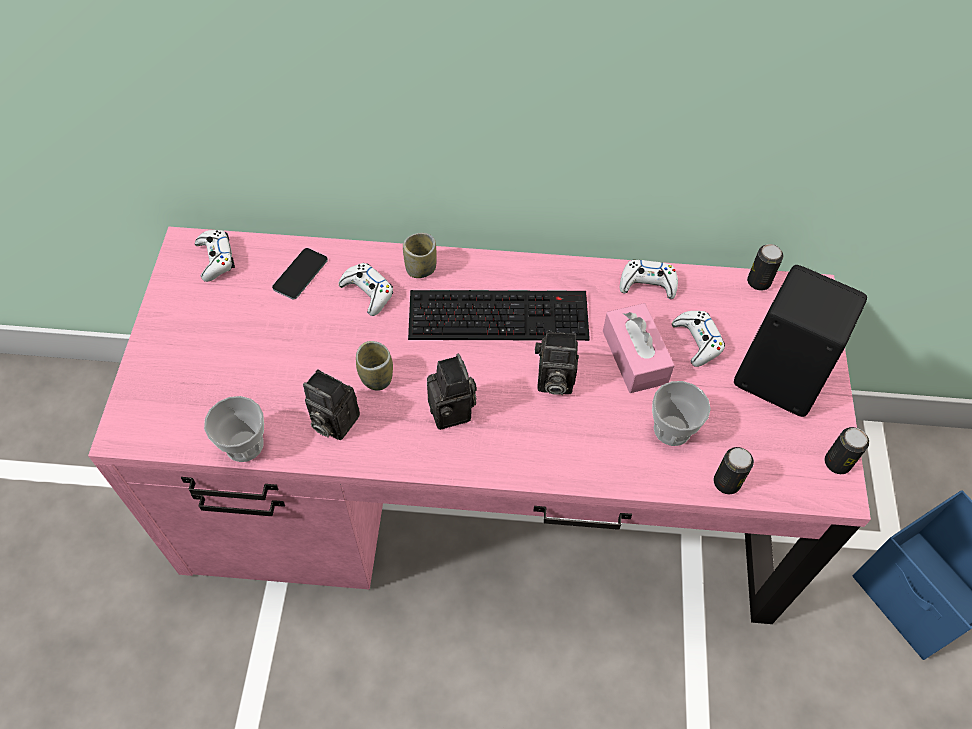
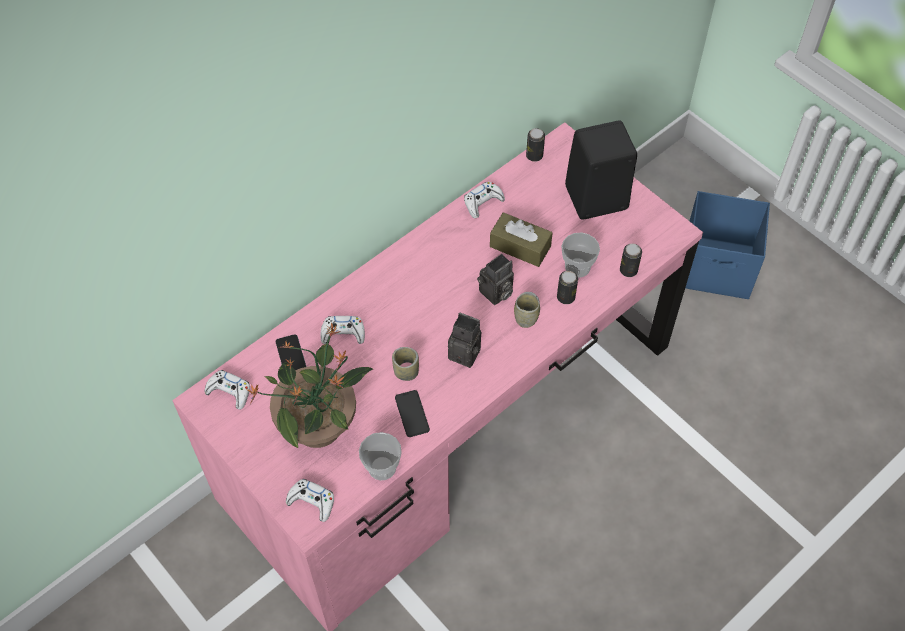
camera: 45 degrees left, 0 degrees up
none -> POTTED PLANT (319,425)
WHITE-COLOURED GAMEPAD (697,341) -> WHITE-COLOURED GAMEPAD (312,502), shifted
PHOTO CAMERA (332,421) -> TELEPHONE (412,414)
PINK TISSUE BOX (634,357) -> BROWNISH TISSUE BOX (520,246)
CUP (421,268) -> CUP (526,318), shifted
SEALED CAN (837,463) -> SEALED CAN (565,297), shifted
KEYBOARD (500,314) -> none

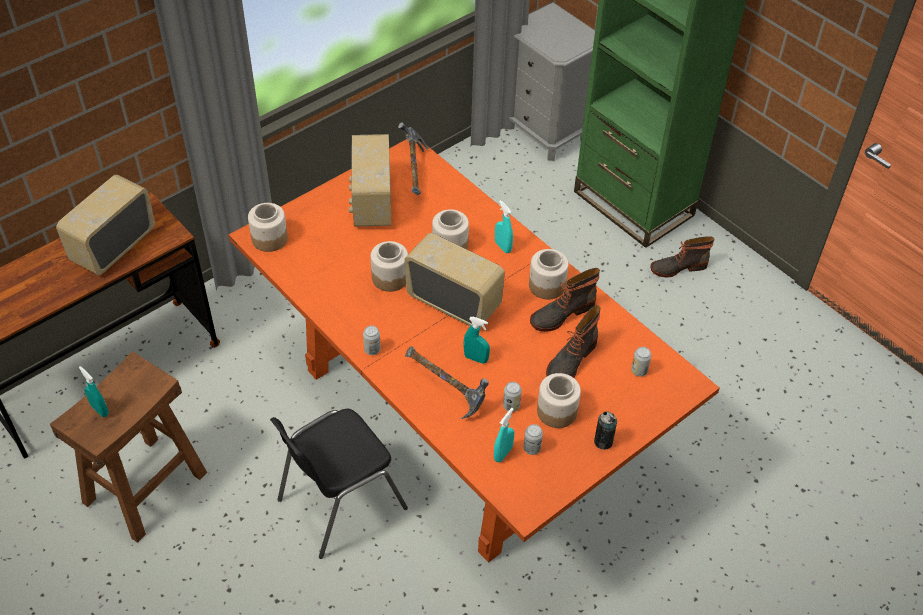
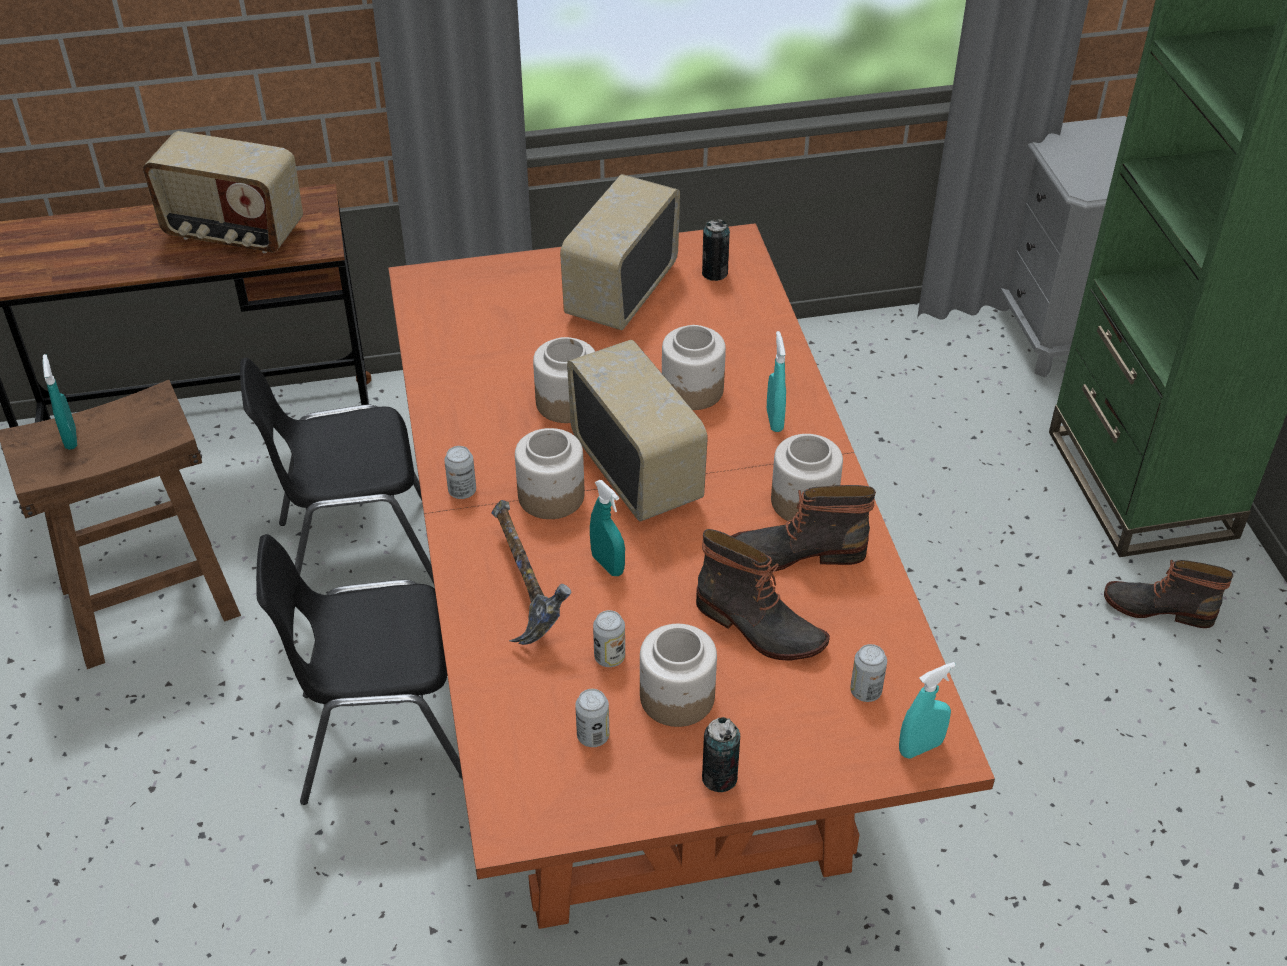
camera: 30 degrees right, 5 degrees down
RADIO (113,246) -> RADIO (233,233), 135 degrees counterclockwise
none -> BLACK UPRIGHT CHAIR (357,554)
PRESERVE JAR (269,239) -> PRESERVE JAR (550,496), shifted
BOOT (570,360) -> BOOT (758,628), 120 degrees counterclockwise
HAND HAMMER (414,173) -> SEALED CAN (714,273)
BLUE-GREEN HAND SPRAYER (503,453) -> BLUE-GREEN HAND SPRAYER (920,747), shifted

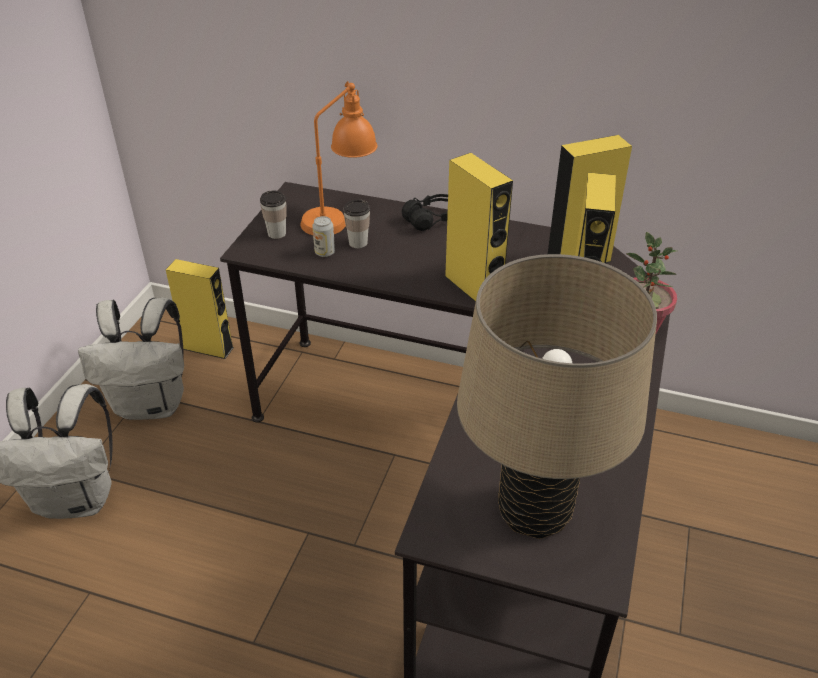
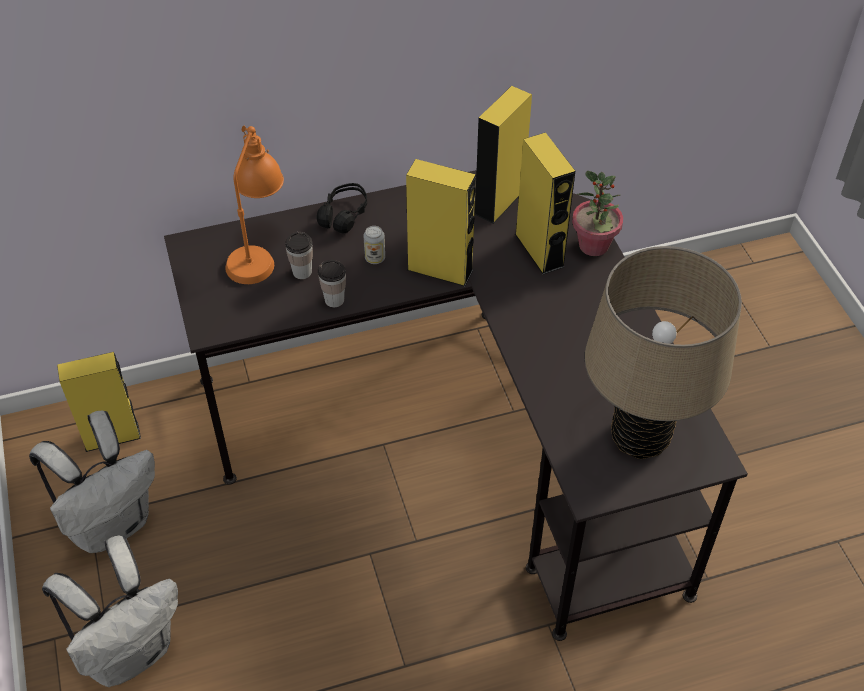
camera: 35 degrees left, 10 degrees up
CUP (276,233) -> CUP (334,300), shifted
SEALED CAN (324,252) -> SEALED CAN (375,258), shifted

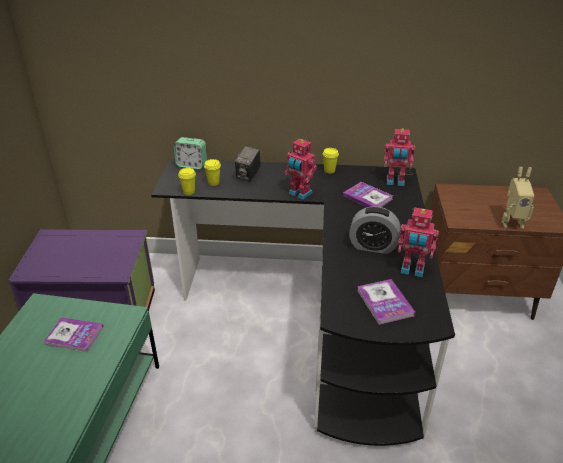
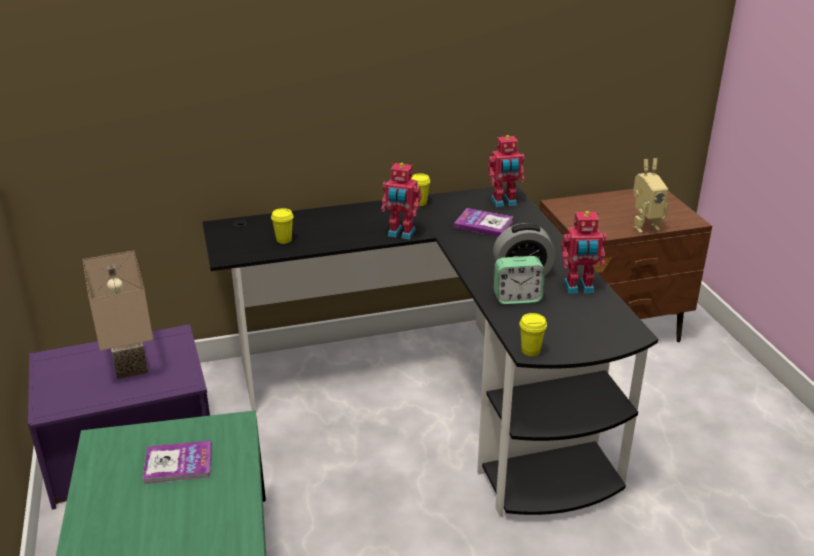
camera: 20 degrees left, 5 degrees down
none -> BEIGE TABLE LAMP (132,362)
TABLE CLOCK (191,165) -> TABLE CLOCK (517,298), shifted
YELLOWISH CUP (189,192) -> YELLOWISH CUP (530,351), shifted
PHOTO CAMERA (248,176) -> none
BOOK (385,302) -> none

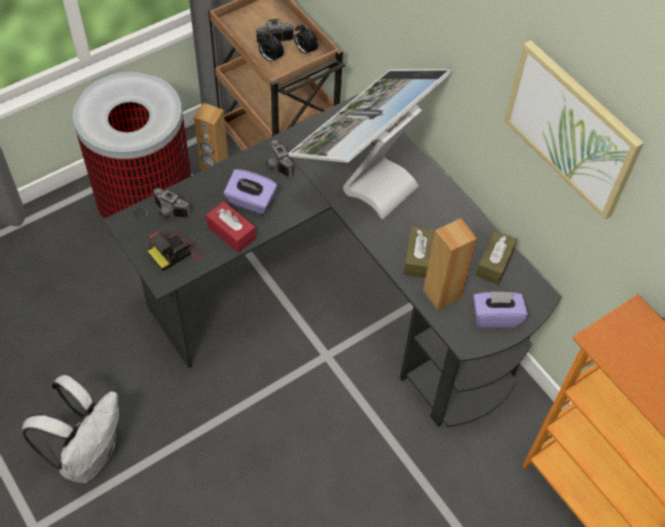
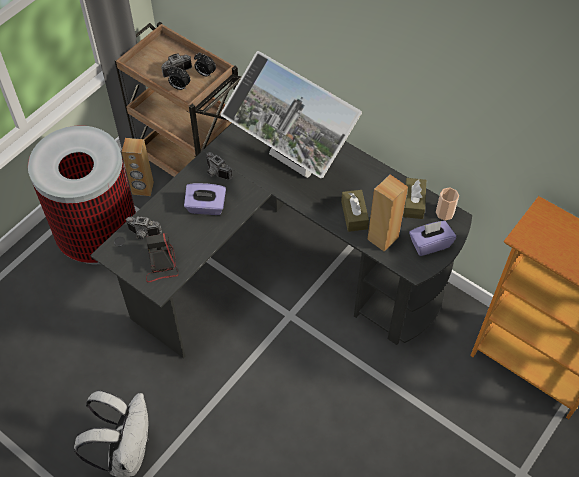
camera: 15 degrees left, 0 degrees up
PHOTO CAMERA (176,252) -> PHOTO CAMERA (161,264), 135 degrees clockwise
MONITOR (366,178) -> MONITOR (291,164), 75 degrees counterclockwise
none -> CUP (444,213)
REDDISH TISSUE BOX (231,232) -> none
PICTURE (571,129) -> none

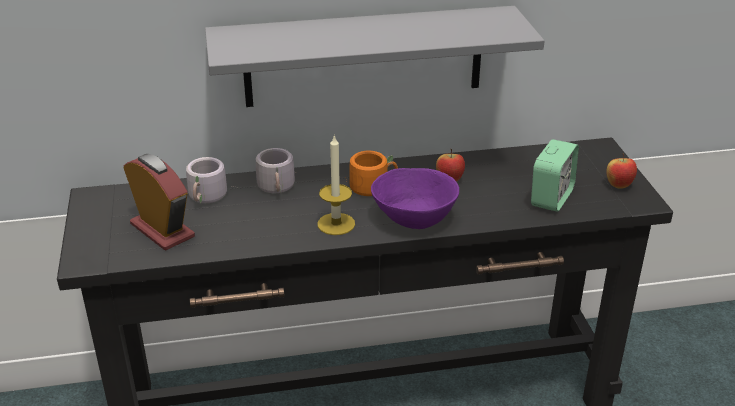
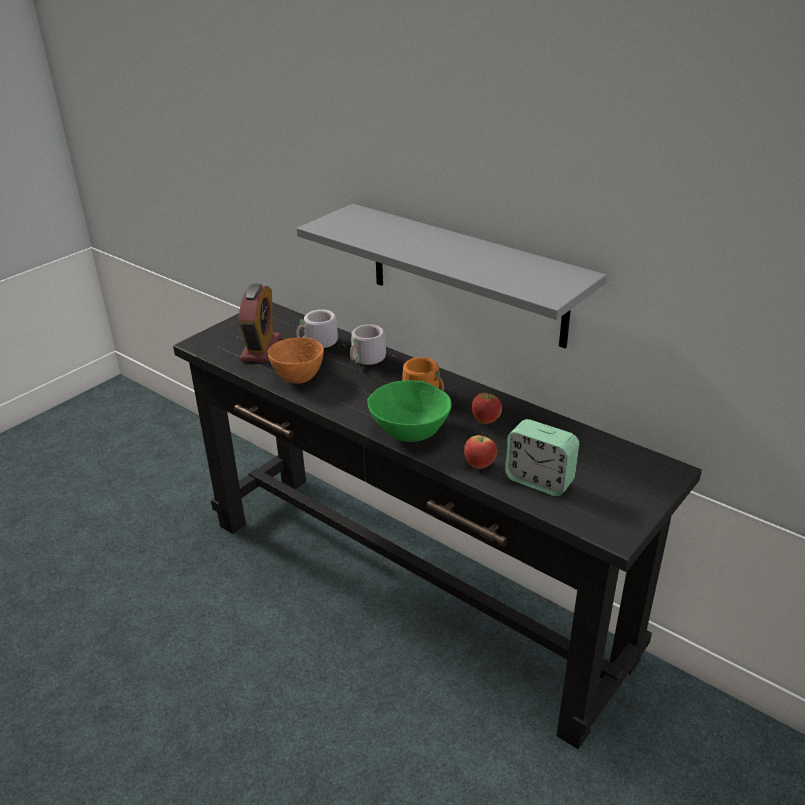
camera: 50 degrees right, 0 degrees up
none -> ORANGE DEEP DISH (298,379)
PURPLE DEEP DISH (415,218) -> GREENISH DEEP DISH (410,431)
WHOLE APPLE (619,186) -> WHOLE APPLE (479,465), shifted
TABLE CLOCK (551,198) -> TABLE CLOCK (539,480), 45 degrees clockwise
WAX LIGHT (336,224) -> none

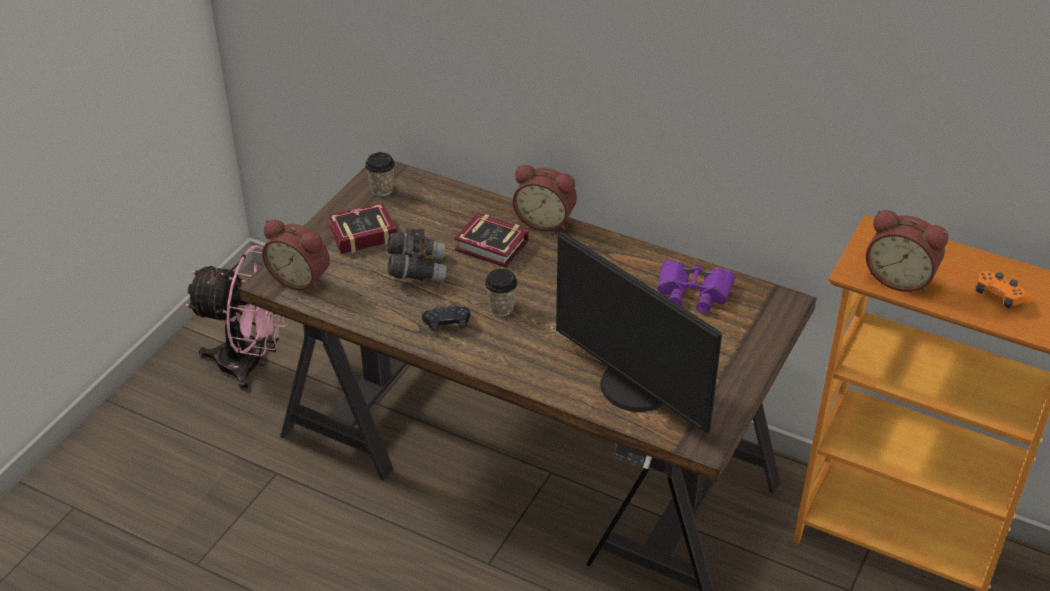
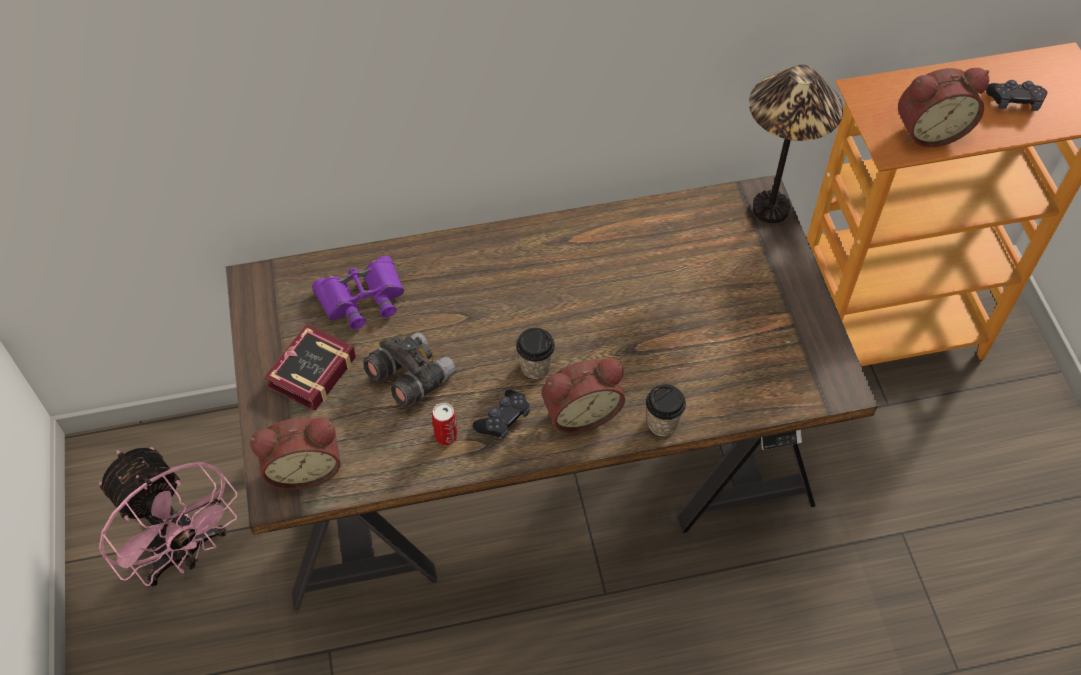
camera: 40 degrees left, 15 degrees up
PINK ELECTRIC FAN (251,364) -> PINK ELECTRIC FAN (184,553), 75 degrees clockwise
PURPLE BINOCULARS (693,292) -> PURPLE BINOCULARS (362,298), shifted
none -> SEALED CAN (446,436)
TABLE CLOCK (545,220) -> TABLE CLOCK (580,411), shifted
CUP (382,189) -> CUP (662,423), shifted
none -> TABLE LAMP (770,209)
ORANGE GAMEPAD (999,296) -> BLACK GAMEPAD (1014,101)
BOOK (493,248) -> none
MONITOR (634,388) -> none

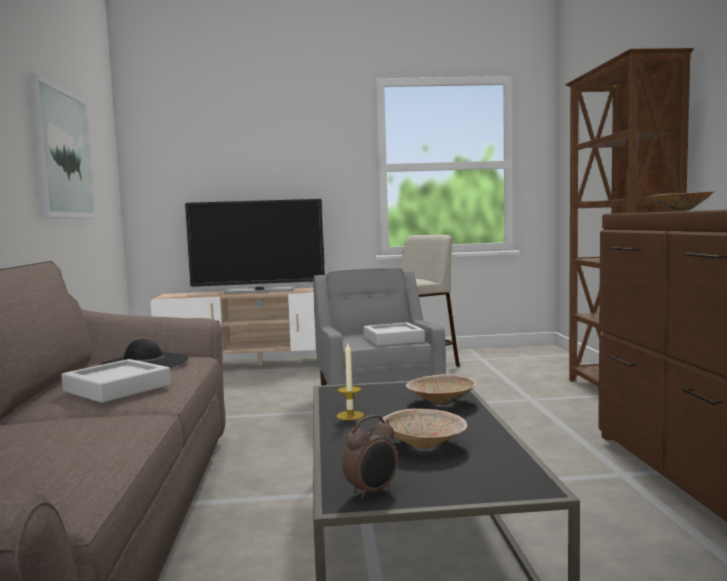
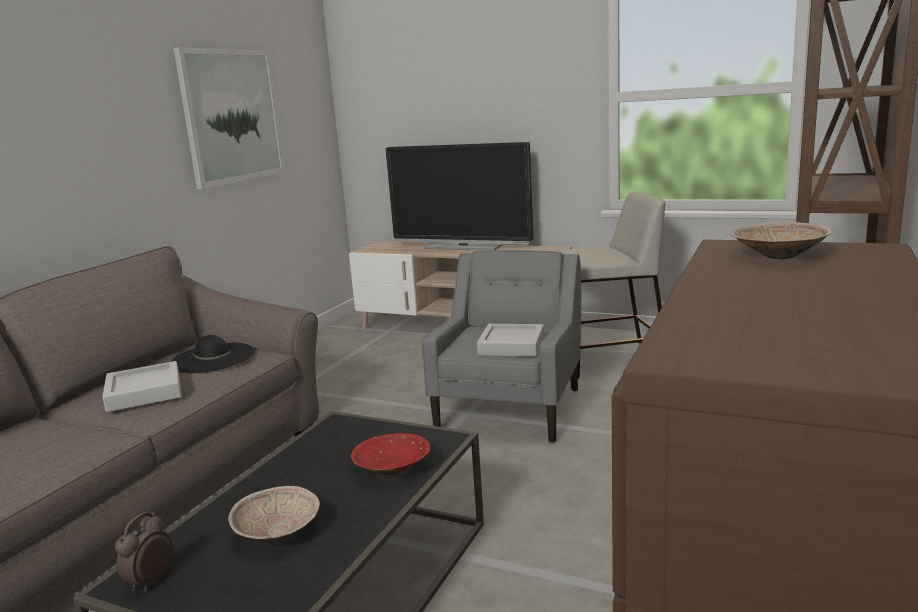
camera: 30 degrees right, 10 degrees up
TABLE CLOCK (372,492) -> TABLE CLOCK (149,582), 120 degrees clockwise
BEIGE DEEP DISH (440,402) -> REDDISH DEEP DISH (391,470)
WAX LIGHT (350,415) -> none

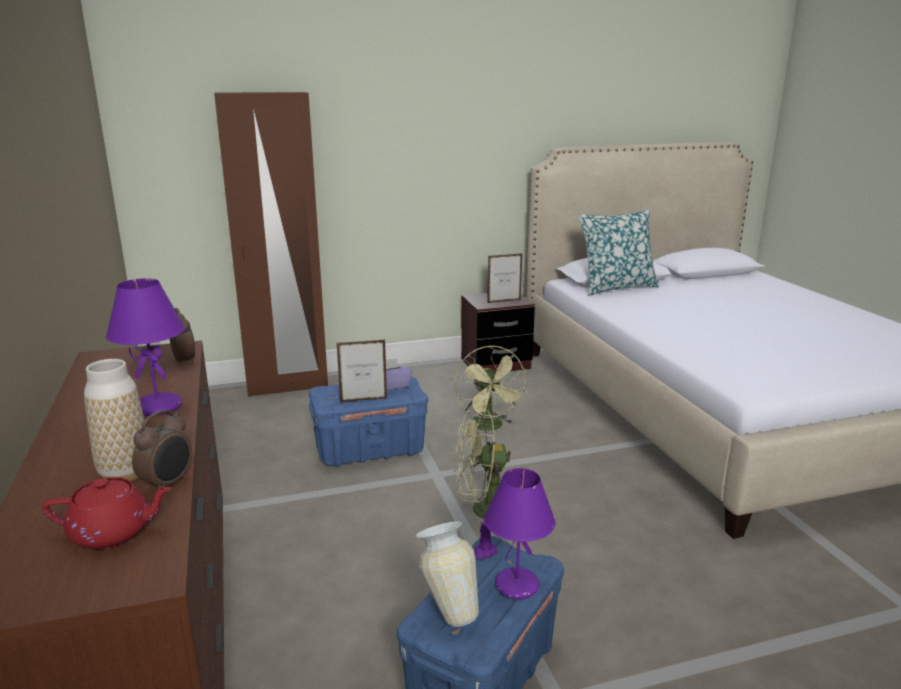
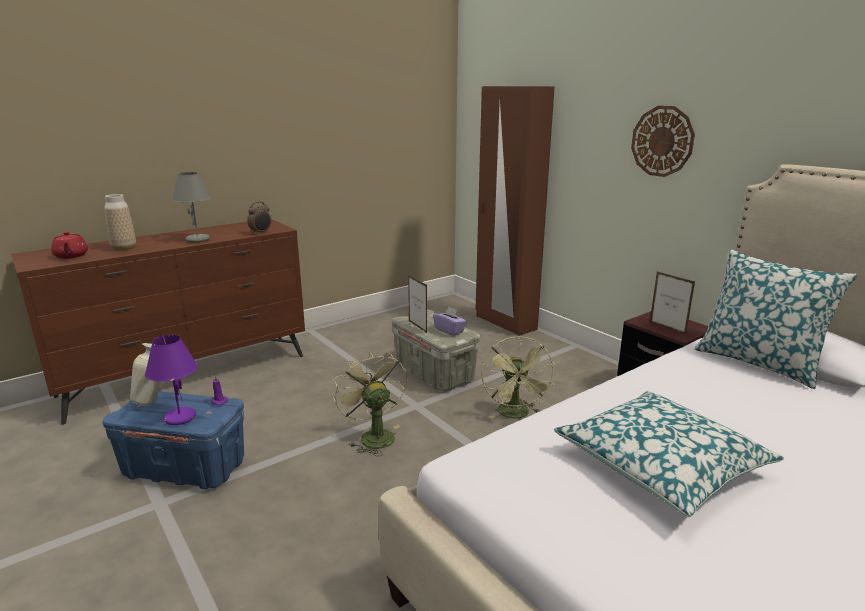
camera: 70 degrees right, 0 degrees up
PURPLE TABLE LAMP (159,406) -> GRAY TABLE LAMP (198,240)
BLUE-COLOURED STORAGE BOX (371,450) -> GRAY STORAGE BOX (435,373)
GREENISH ELECTRIC FAN (490,427) -> GREENISH ELECTRIC FAN (516,415), 60 degrees counterclockwise
none -> CUSHION (661,464)
none -> HANGING CLOCK (662,141)
TABLE CLOCK (168,484) -> none

